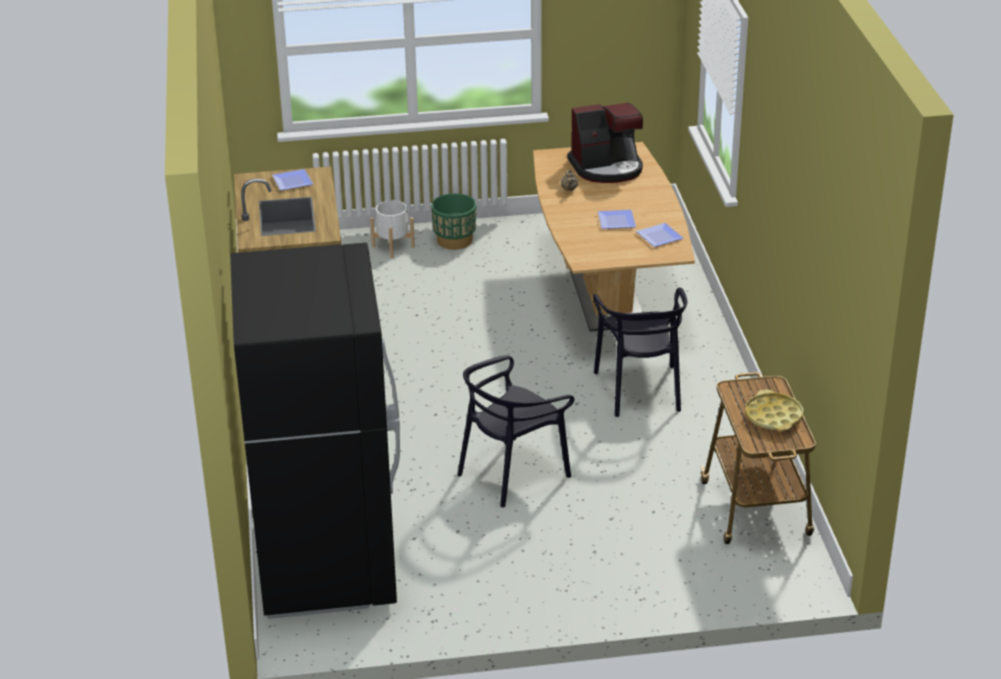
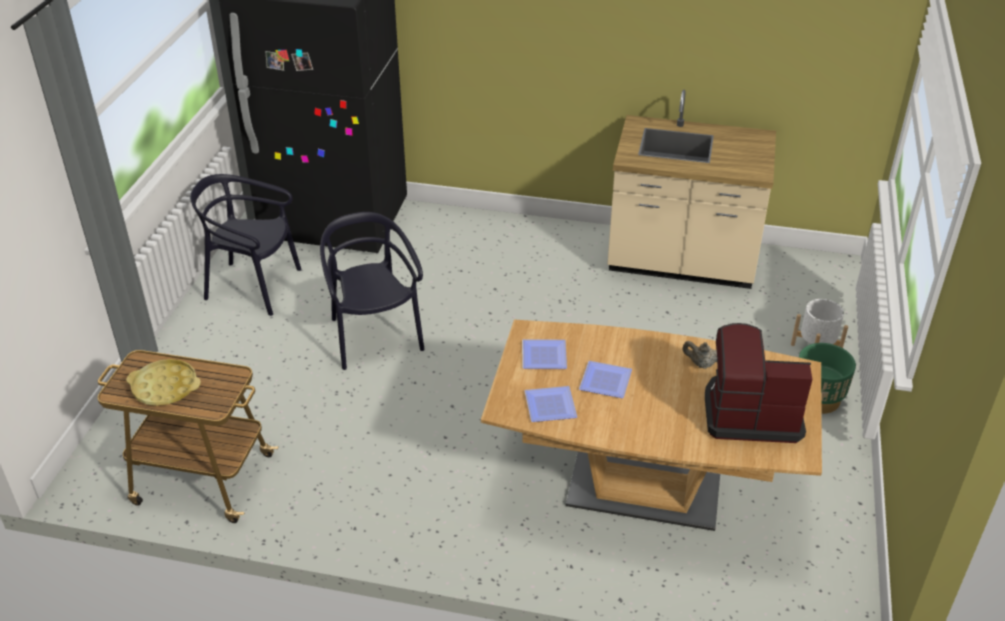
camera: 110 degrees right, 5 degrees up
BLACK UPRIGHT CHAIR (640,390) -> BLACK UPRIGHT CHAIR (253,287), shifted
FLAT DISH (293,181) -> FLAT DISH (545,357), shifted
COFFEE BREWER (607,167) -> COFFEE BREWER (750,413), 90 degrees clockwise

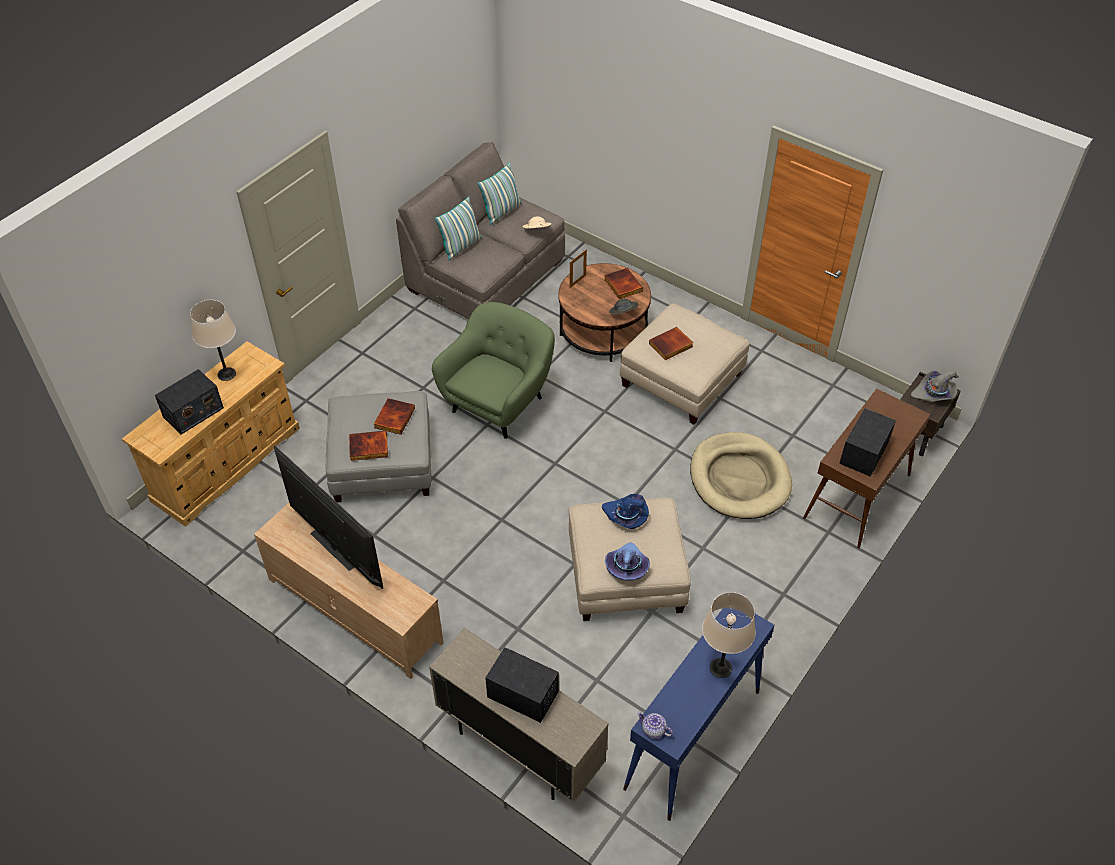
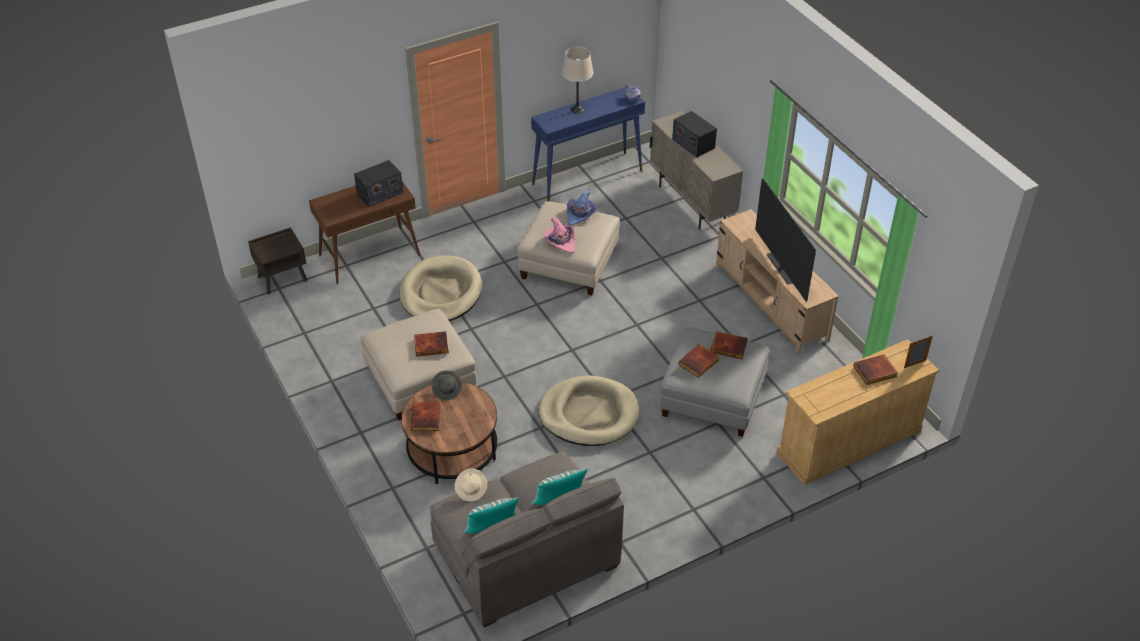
camera: 155 degrees left, 5 degrees down
GREENISH LOUNGE CHAIR (499,402) -> BEIGE DOG BED (589,414)
BLUE-COLOURED WEARABLE HAT (626,516) -> PINK WEARABLE HAT (560,241)
RADIO (193,413) -> BOOK (875,372)
PHOTO FRAME (577,281) -> PHOTO FRAME (915,364), shifted
BEIGE TABLE LAMP (226,374) -> none
GRAY WEARABLE HAT (934,393) -> none

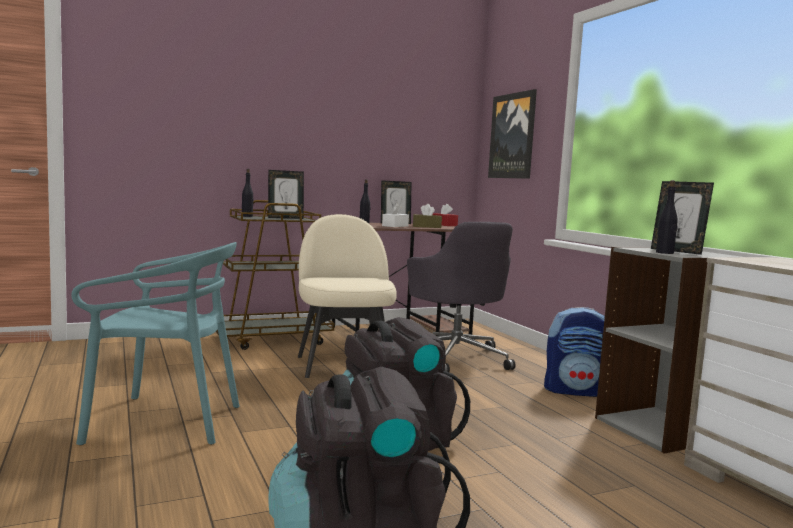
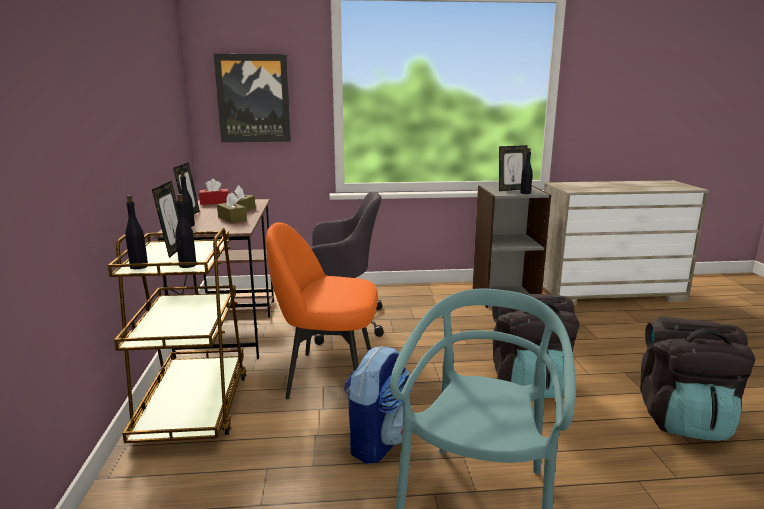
camera: 70 degrees left, 10 degrees up
none -> BLACK BEVERAGE BOTTLE (187,265)
WHITE-COLOURED TISSUE BOX (395,226) -> BROWNISH TISSUE BOX (232,219)
BEIGE UPRIGHT CHAIR (343,364) -> ORANGE UPRIGHT CHAIR (328,376)
RUCKSACK (576,391) -> RUCKSACK (378,441), shifted

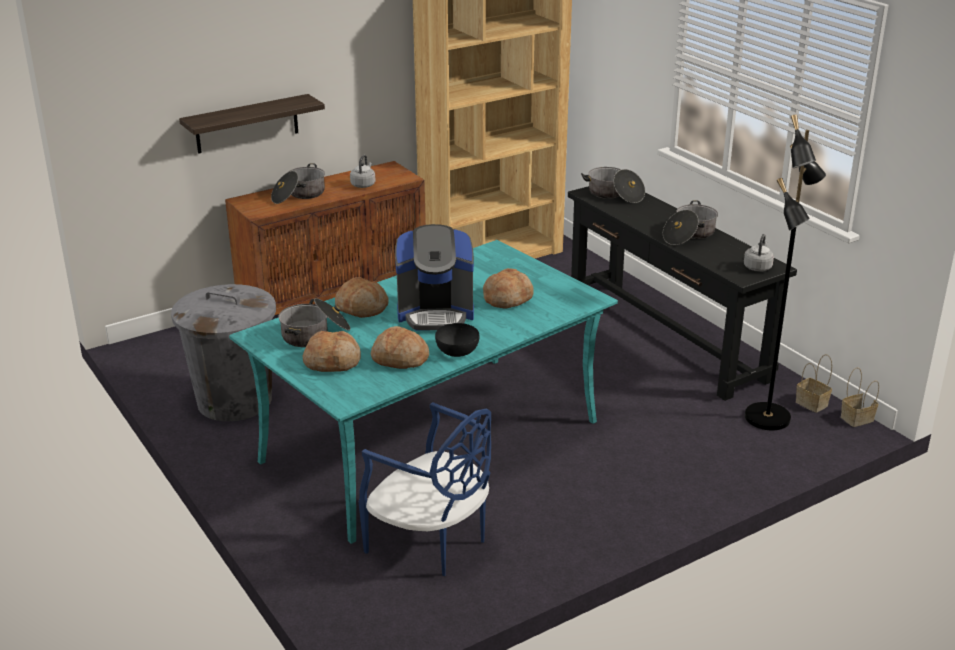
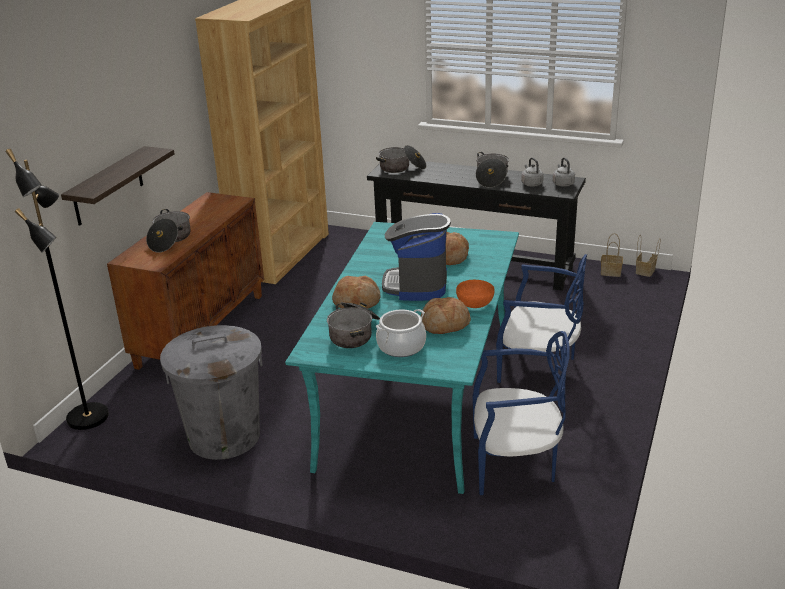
camera: 35 degrees left, 0 degrees up
BLACK FLOOR LAMP (769,418) -> BLACK FLOOR LAMP (89,417), shifted
BAKERY BREAD (333,361) -> STOCKPOT (401,346)
COFFEE BREWER (435,313) -> COFFEE BREWER (417,285), 135 degrees clockwise
BLACK DEEP DISH (458,351) -> ORANGE DEEP DISH (475,303)
none -> BLUE-COLOURED UPRIGHT CHAIR (539,367)
GRAY KETTLE (363,184) -> GRAY KETTLE (531,183), shifted

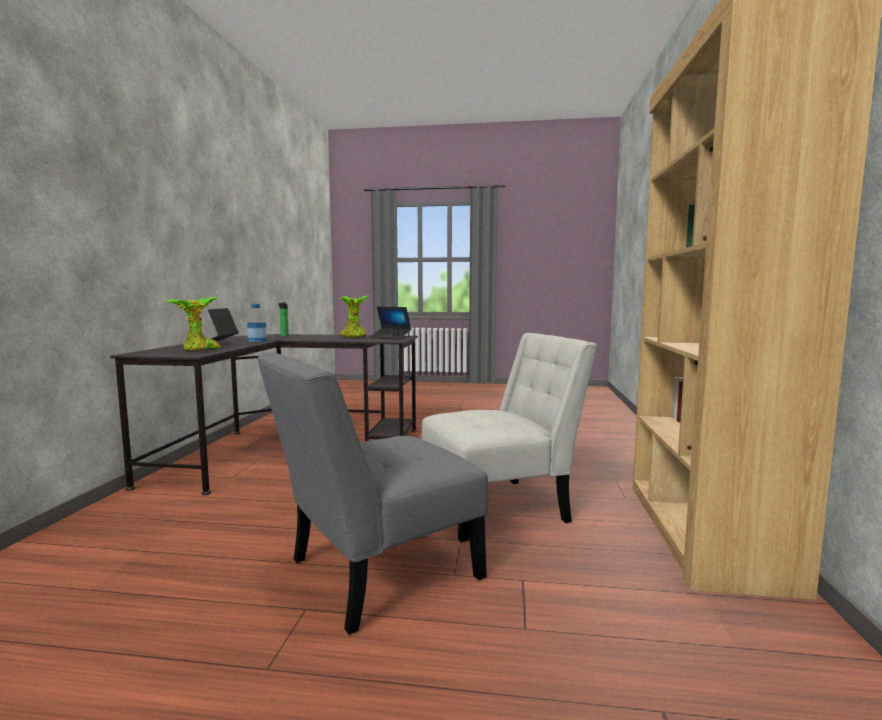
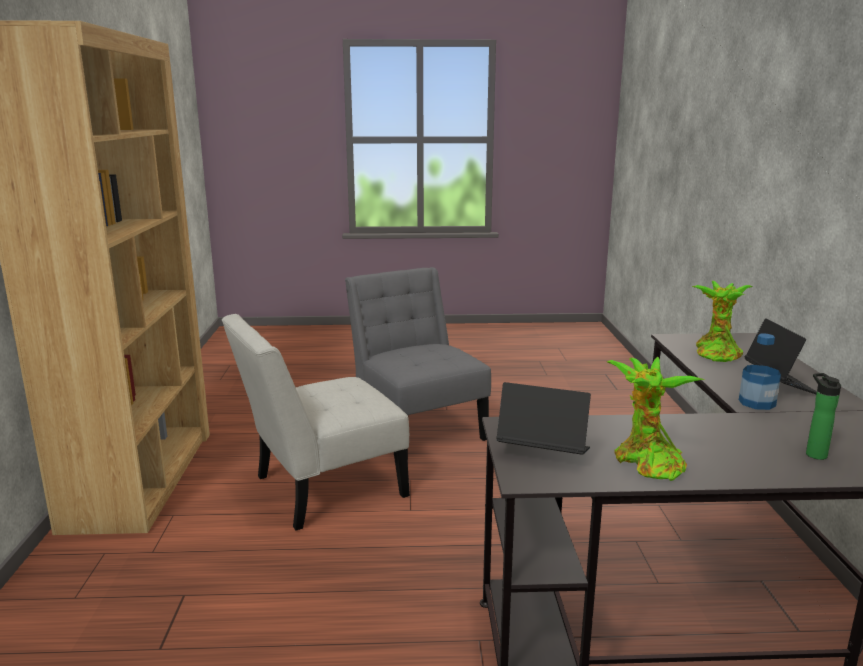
camera: 170 degrees right, 10 degrees up
GRAY UPRIGHT CHAIR (375,573) -> GRAY UPRIGHT CHAIR (418,427), 75 degrees counterclockwise

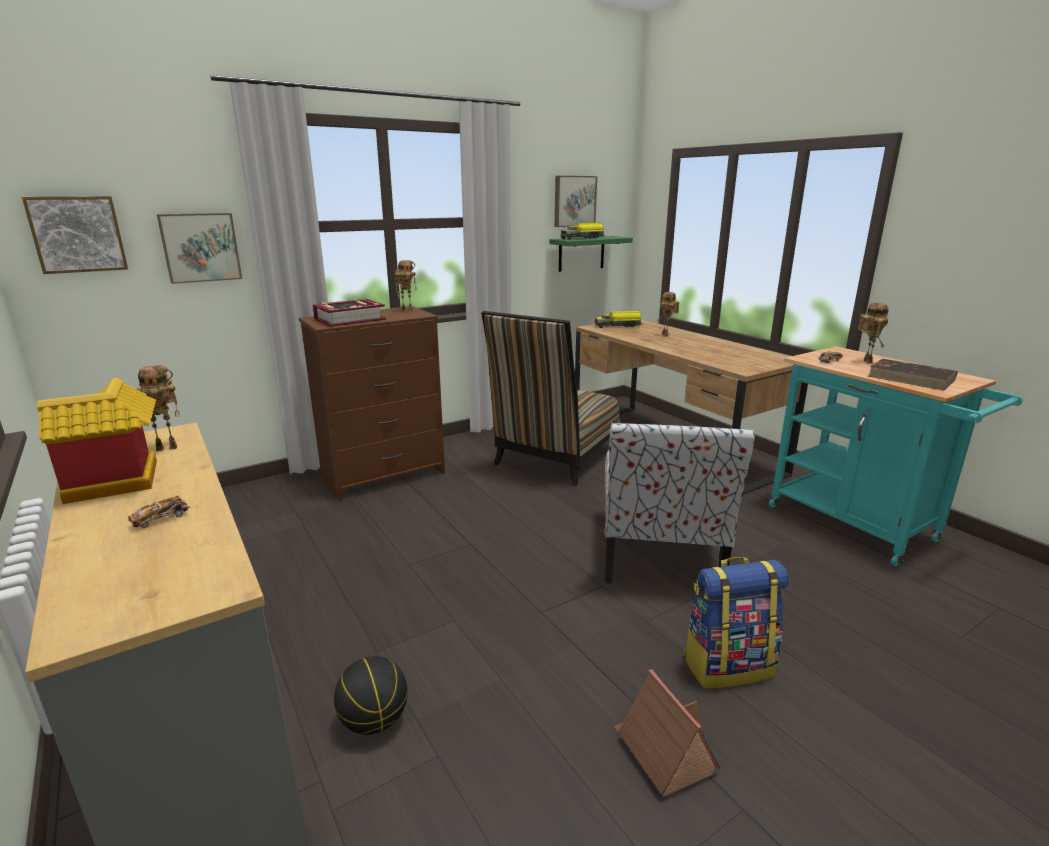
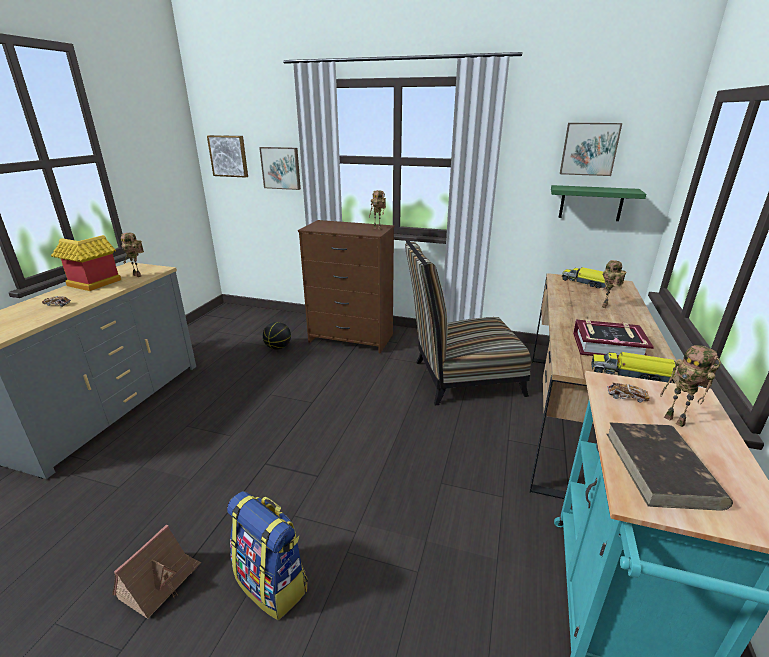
camera: 50 degrees right, 5 degrees up
BASKETBALL (374,721) -> BASKETBALL (278,347), shifted
BOOK (349,319) -> BOOK (608,346), shifted
MODEL TRUCK (583,238) -> MODEL TRUCK (631,375), shifted
TOY ROBOT (865,361) -> TOY ROBOT (677,421), 90 degrees clockwise
UPRIGHT CHAIR (660,552) -> none

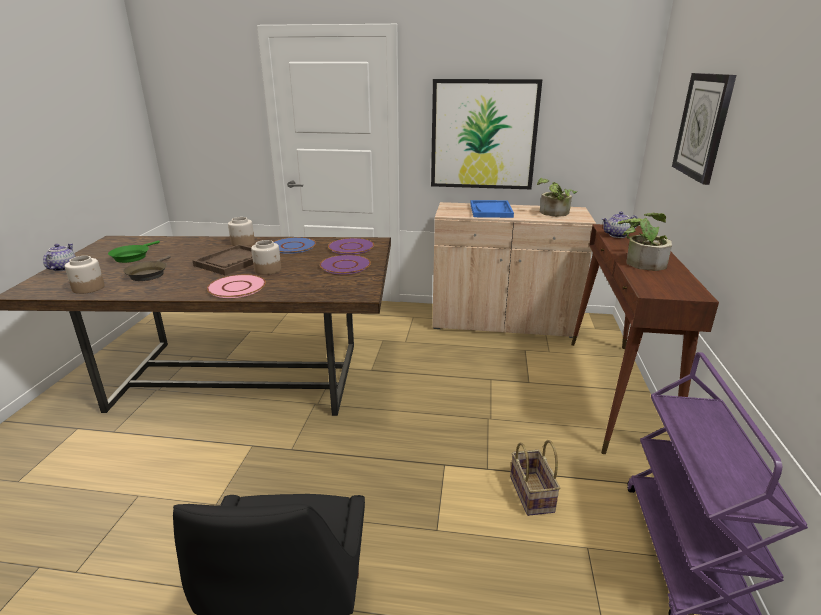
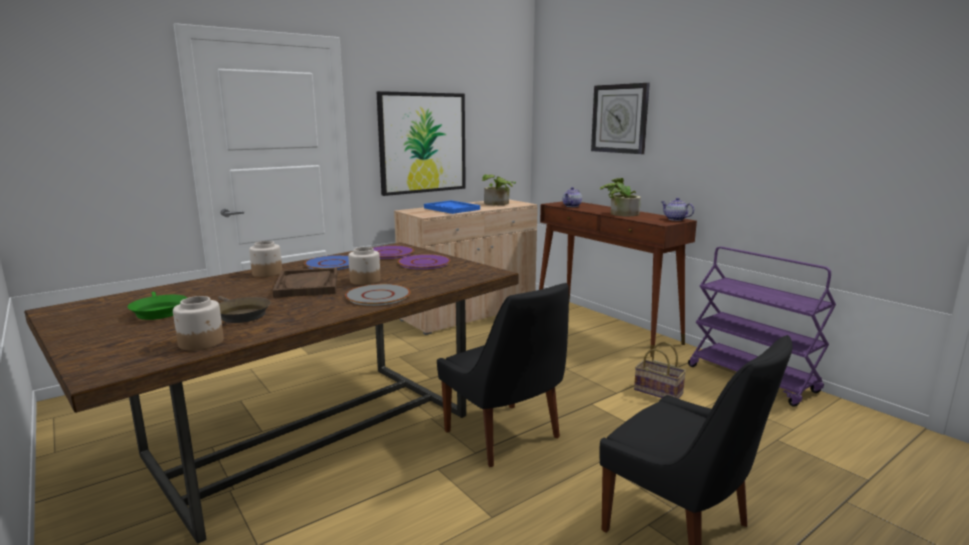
camera: 45 degrees left, 10 degrees down
PINK FLAT DISH (236,287) -> GRAY FLAT DISH (378,296)
none -> BLACK UPRIGHT CHAIR (504,436)
TEAPOT (63,268) -> TEAPOT (675,219), shifted

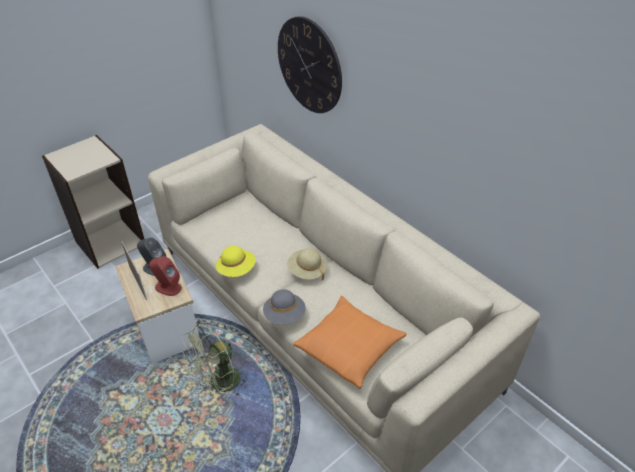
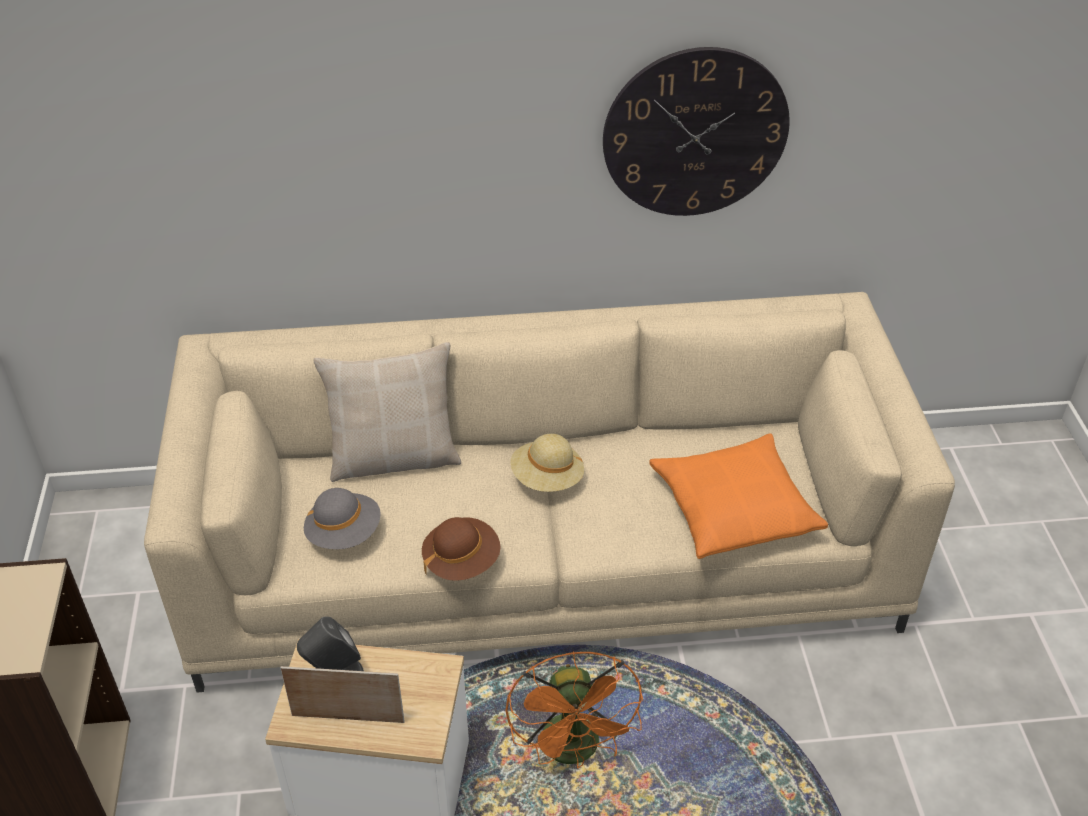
camera: 55 degrees left, 0 degrees up
GRAY WEARABLE HAT (284,315) -> GRAY WEARABLE HAT (344,533), shifted
none -> BEIGE CUSHION (394,458)
YELLOWISH WEARABLE HAT (236,269) -> BROWNISH WEARABLE HAT (461,561)
GREENISH ELECTRIC FAN (220,385) -> ORANGE ELECTRIC FAN (575,752)
HANGING CLOCK (309,66) -> HANGING CLOCK (695,133), shifted
REDDISH LOUDSPEAKER (168,287) -> none

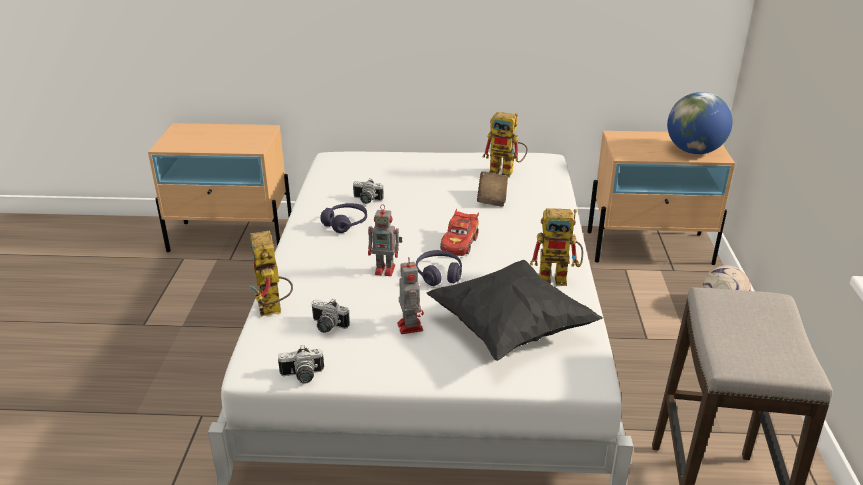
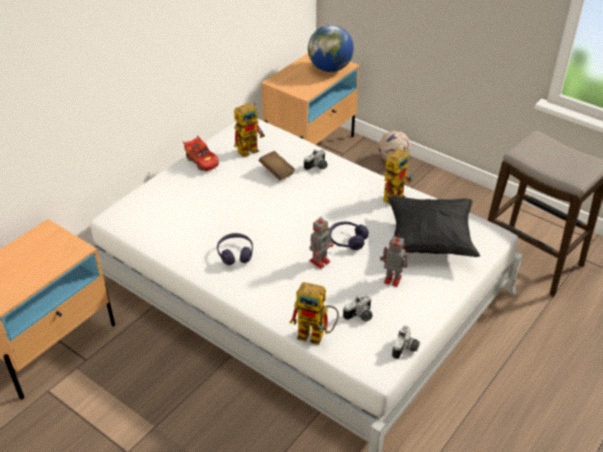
camera: 55 degrees left, 10 degrees up
REDDISH TOY CAR (459,243) -> REDDISH TOY CAR (201,161), shifted
PHOTO CAMERA (366,200) -> PHOTO CAMERA (317,167), shifted

